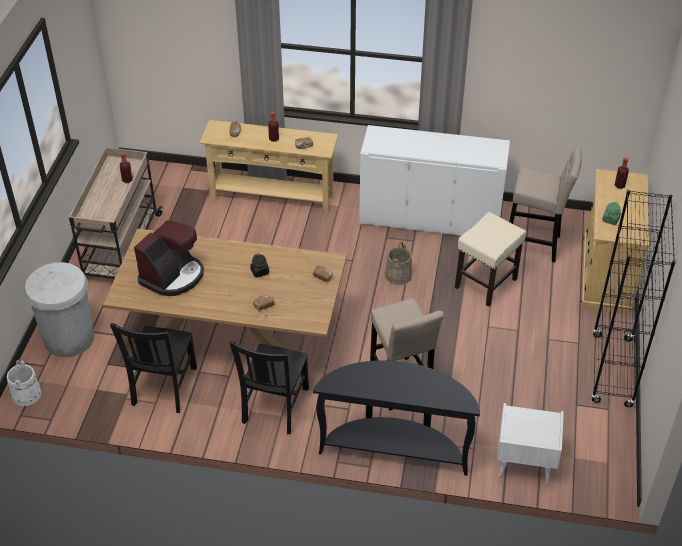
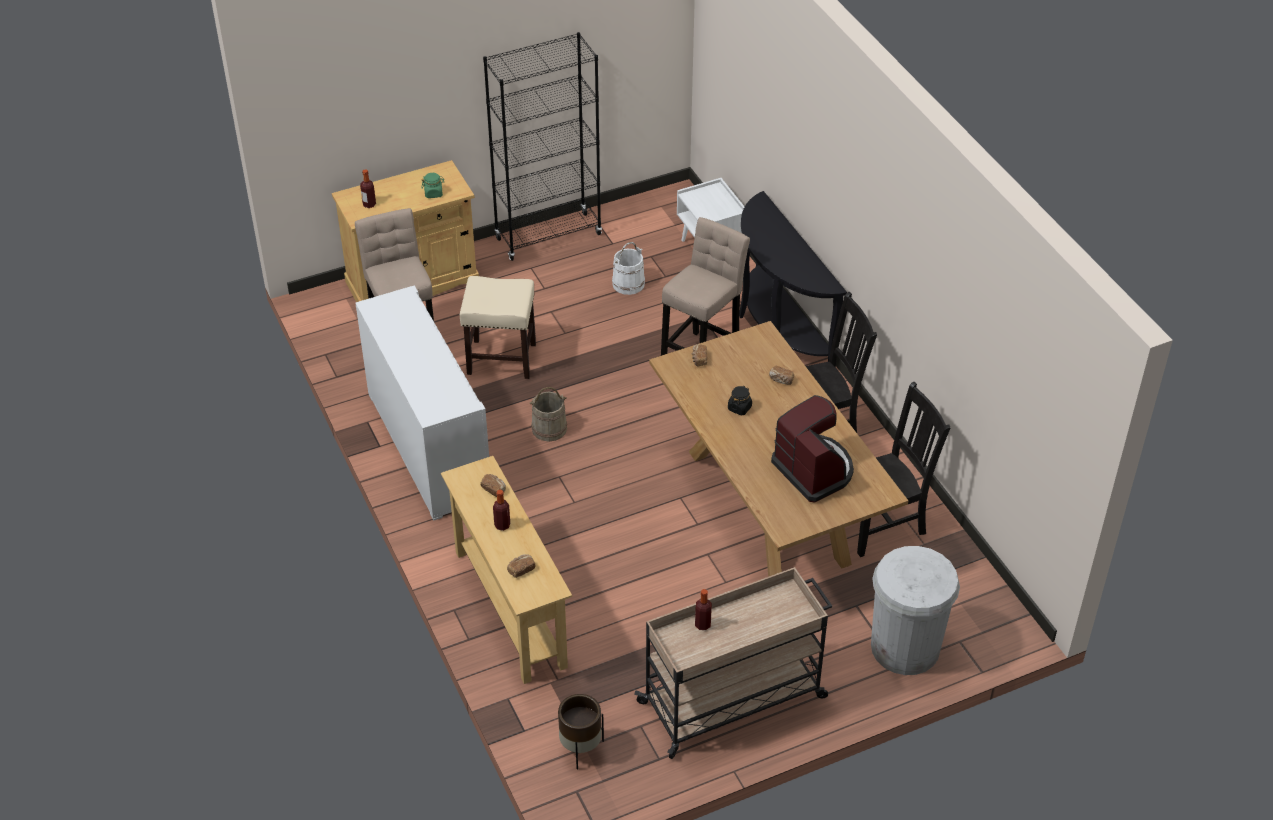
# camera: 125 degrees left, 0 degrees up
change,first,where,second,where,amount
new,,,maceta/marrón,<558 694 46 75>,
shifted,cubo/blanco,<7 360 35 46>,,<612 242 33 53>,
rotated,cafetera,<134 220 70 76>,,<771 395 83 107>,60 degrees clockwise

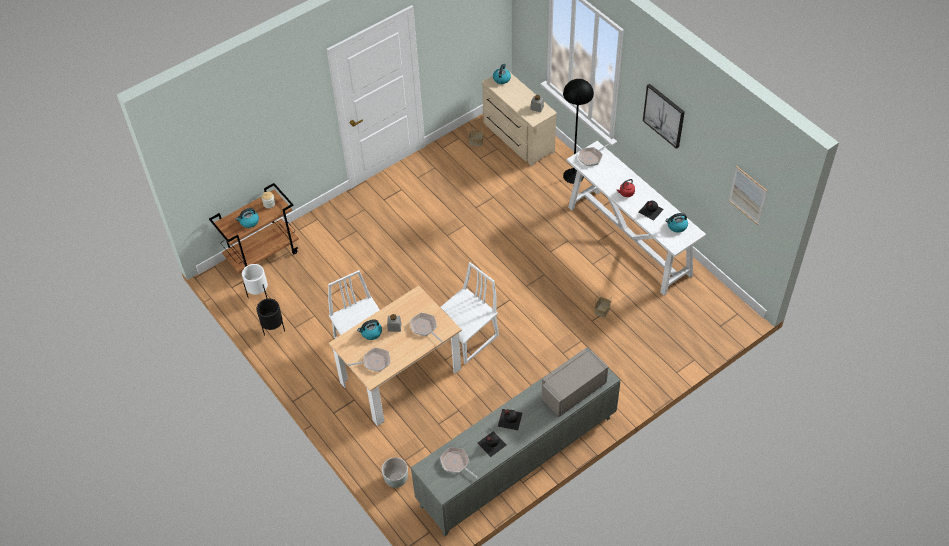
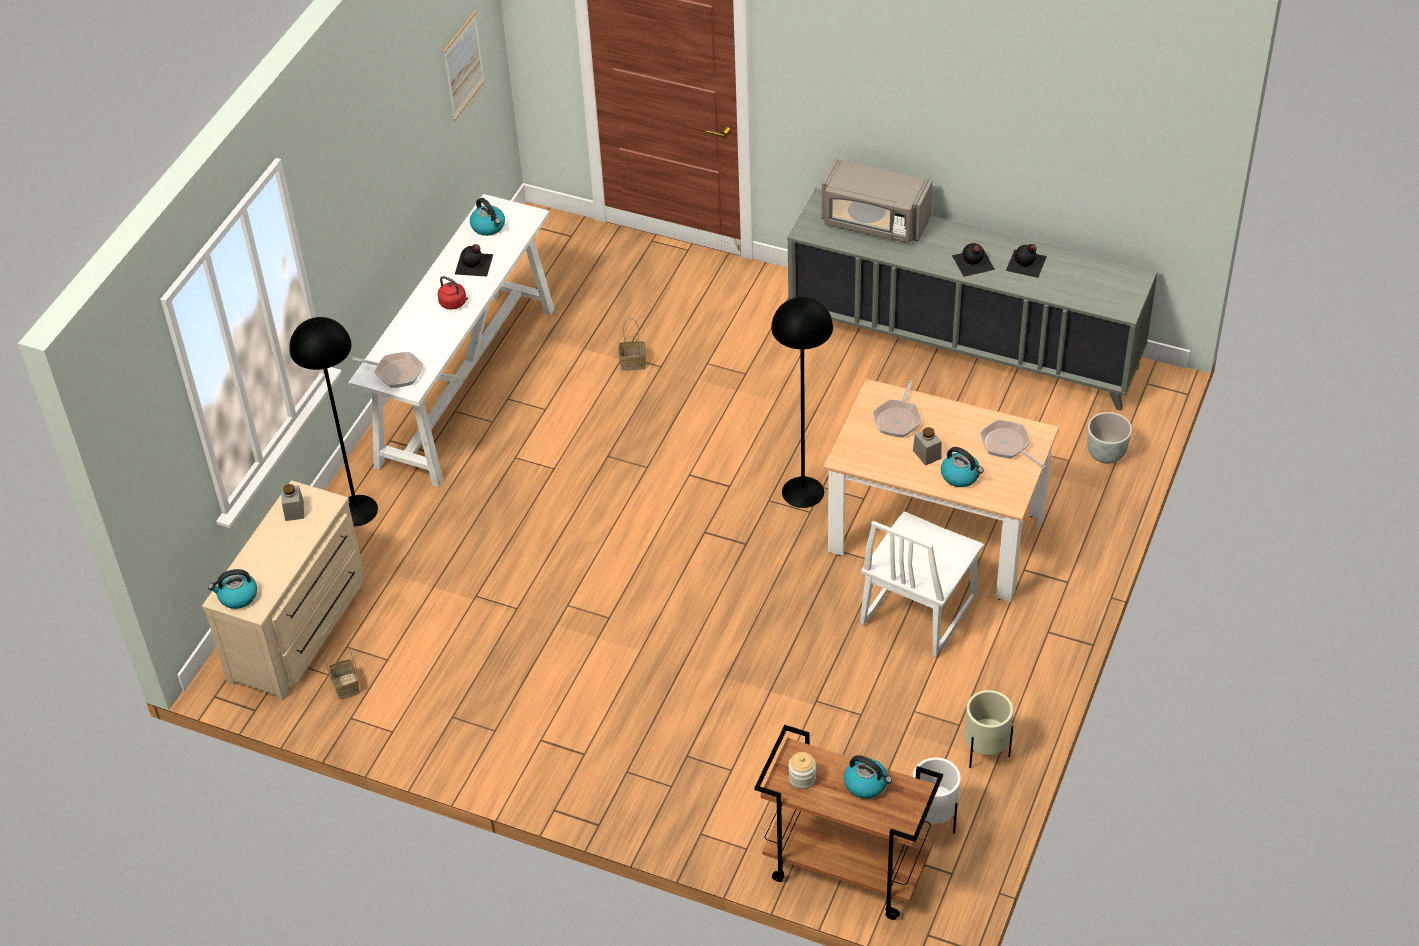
# camera: 120 degrees left, 5 degrees down
change,first,where,second,where,amount
gone,sartén,<440 447 39 32>,,,
gone,cuadro,<643 84 42 65>,,,
swapped,silla/blanco,<441 262 58 102>,lámpara de pie/negro,<771 297 62 211>,
repainted,maceta/negro,<256 299 29 37>,maceta/beis,<964 690 49 78>,

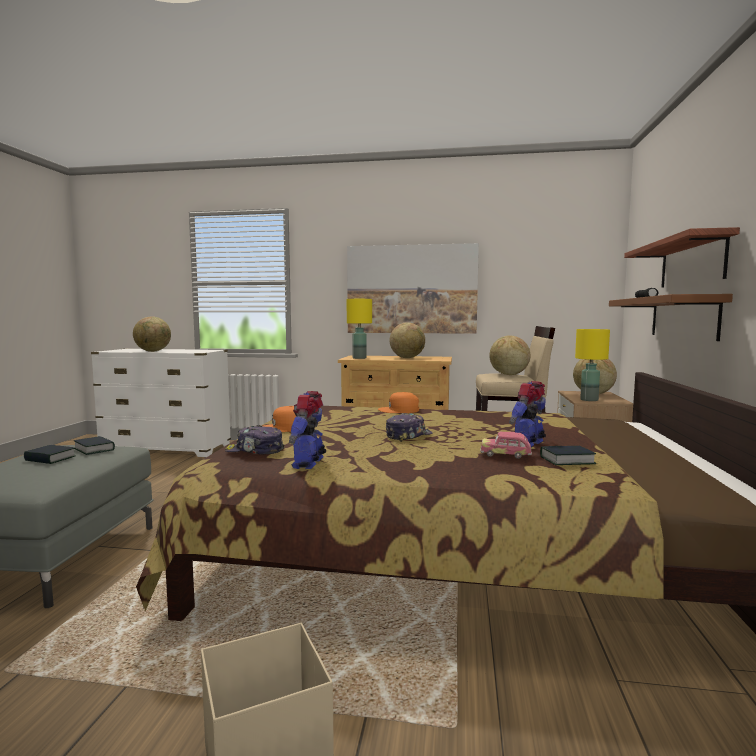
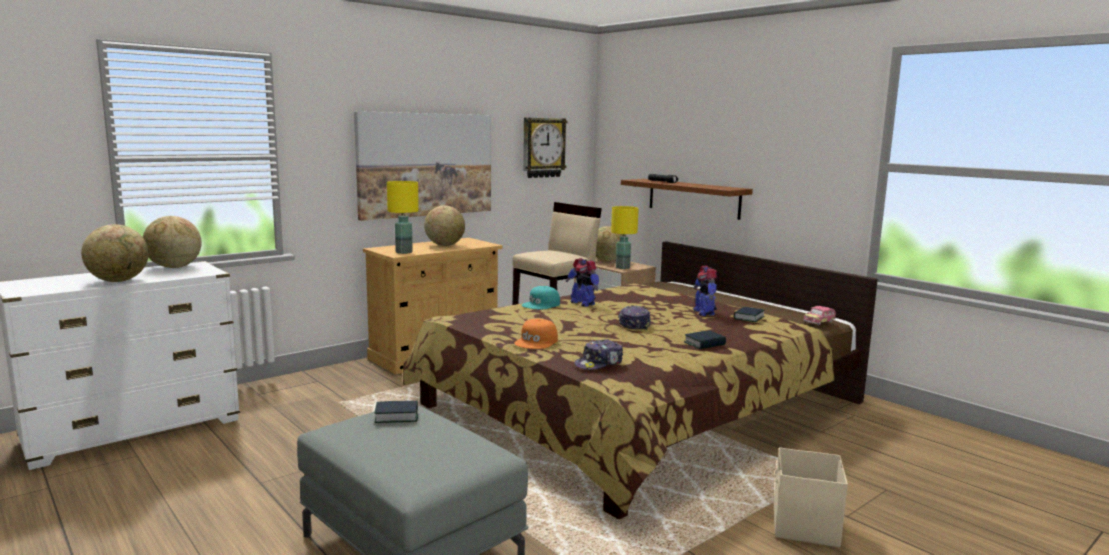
# camera: 50 degrees left, 5 degrees up
change,first,where,second,where,amount
gone,estante,<624 227 116 61>,,,
new,,,reloj de pared,<523 118 45 60>,
shifted,libro,<24 445 51 19>,,<684 330 42 19>,
shifted,robot de juguete,<289 391 37 78>,,<566 258 33 49>,
shifted,coche de juguete,<480 432 52 27>,,<803 306 33 20>,
shifted,globo terráqueo,<489 335 41 40>,,<143 216 59 52>,
repainted,gorra/naranja,<378 392 41 21>,gorra/turquesa,<522 286 38 23>,

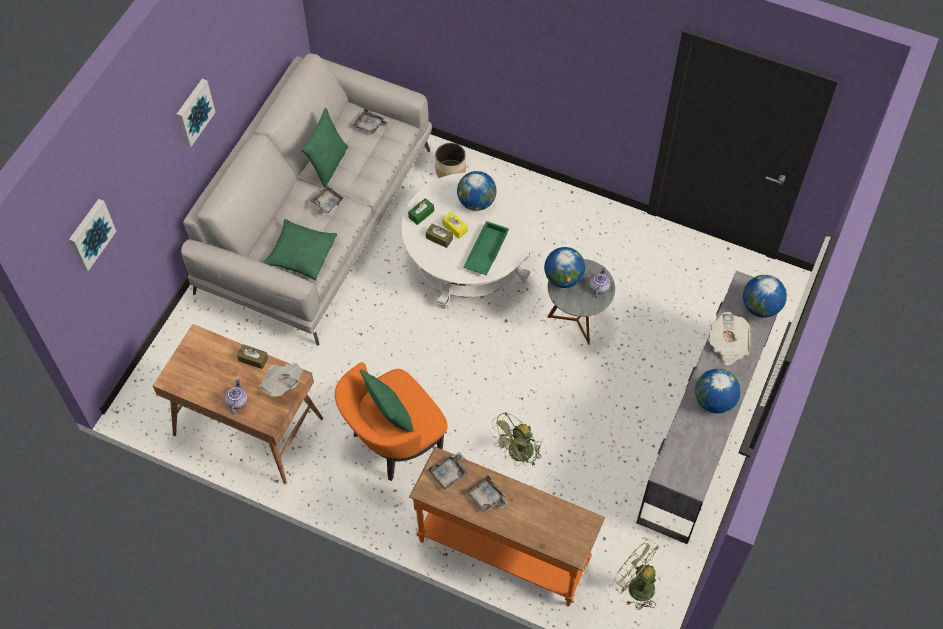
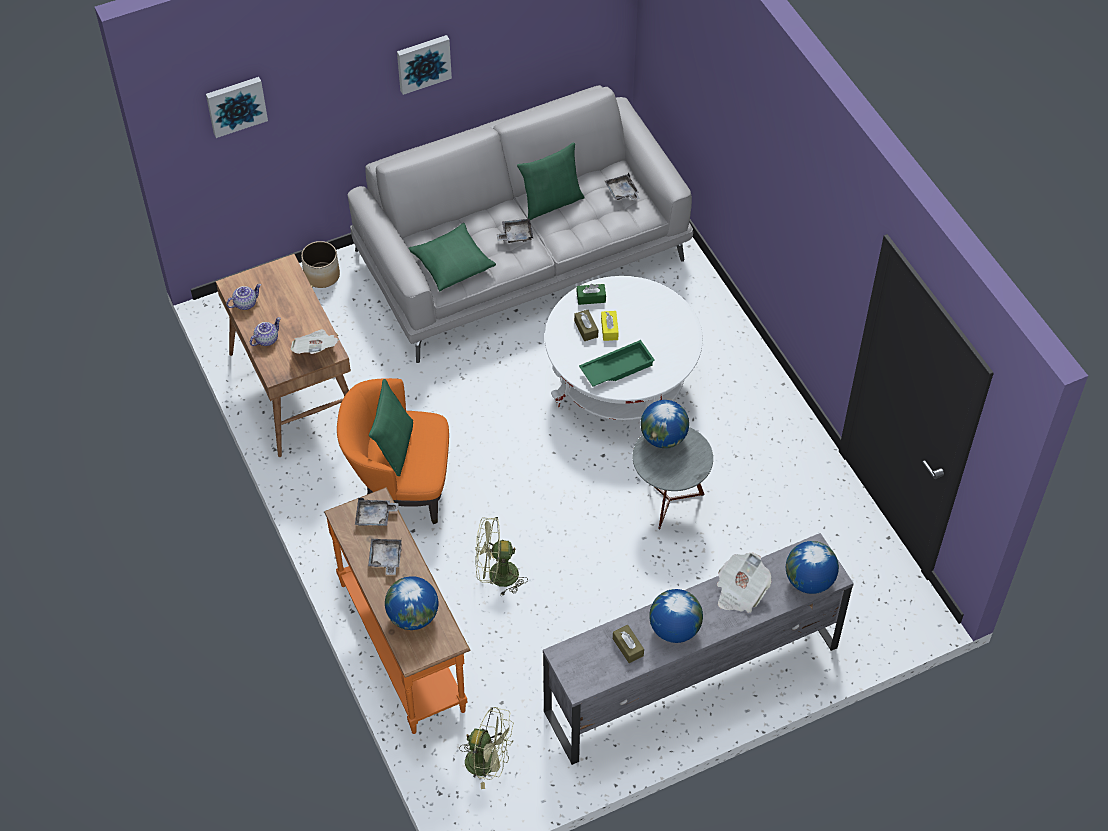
# camera: 40 degrees right, 5 degrees down
change,first,where,second,where,amount
shifted,caja de pañuelos/marrón,<237 344 31 25>,,<613 625 31 38>,
shifted,maceta,<435 143 31 35>,,<301 241 39 47>,
shifted,globo terráqueo,<457 171 39 40>,,<385 576 53 54>,
shifted,tetera,<589 266 21 32>,,<226 284 35 26>,
rotated,ventilador/verde,<612 539 47 71>,,<459 707 55 82>,120 degrees clockwise

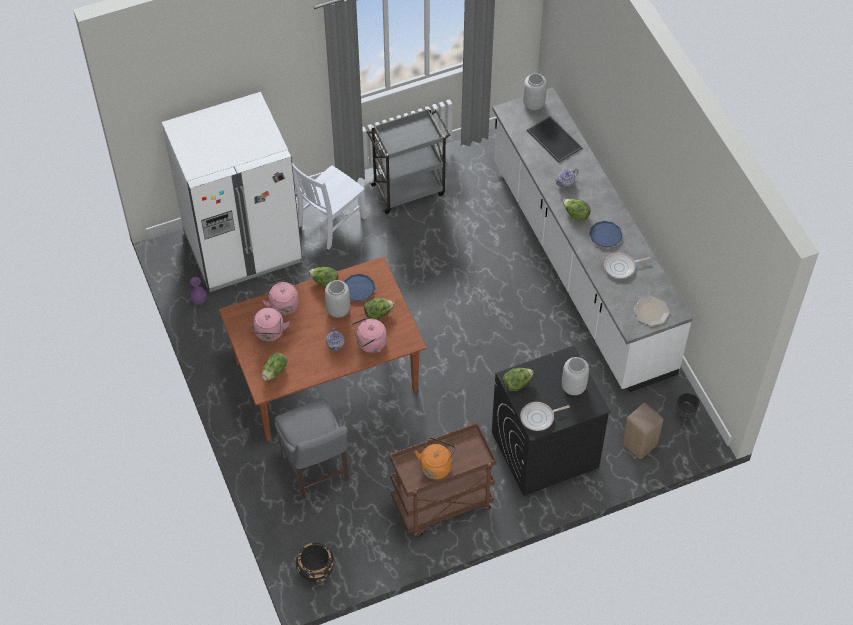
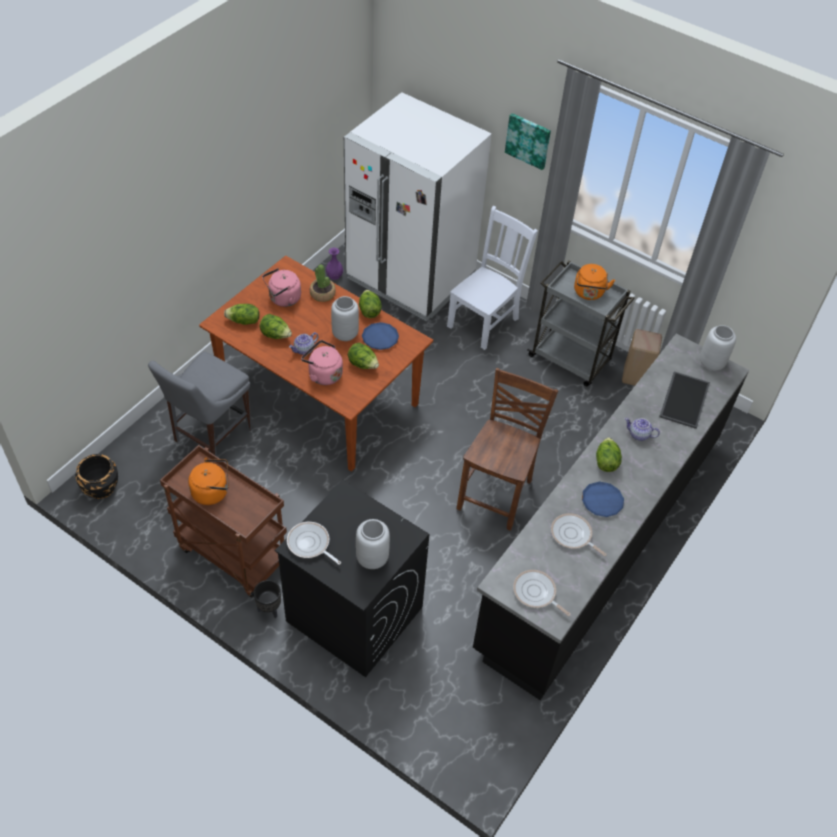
# camera: 55 degrees right, 5 degrees down
change,first,where,second,where,amount
new,,,silla/marrón,<457 368 101 163>,
new,,,cuadro,<505 113 46 57>,
new,,,hervidor/naranja,<574 264 41 36>,
shifted,lechuga,<503 368 31 23>,,<260 314 32 25>,
shifted,taburete/beis,<622 403 42 56>,,<622 329 40 57>,
shifted,maceta/negro,<676 393 23 32>,,<254 580 27 38>,
swapped,hervidor/rosa,<262 277 37 39>,planta en maceta,<310 265 26 37>,
swapped,plato,<634 296 36 30>,sartén,<513 570 58 46>,
repainted,mueble bajo de cocina/blanco,<493 88 200 304>,mueble bajo de cocina/negro,<473 333 276 367>,
rotated,silla/blanco,<292 163 74 86>,,<447 206 91 144>,120 degrees clockwise

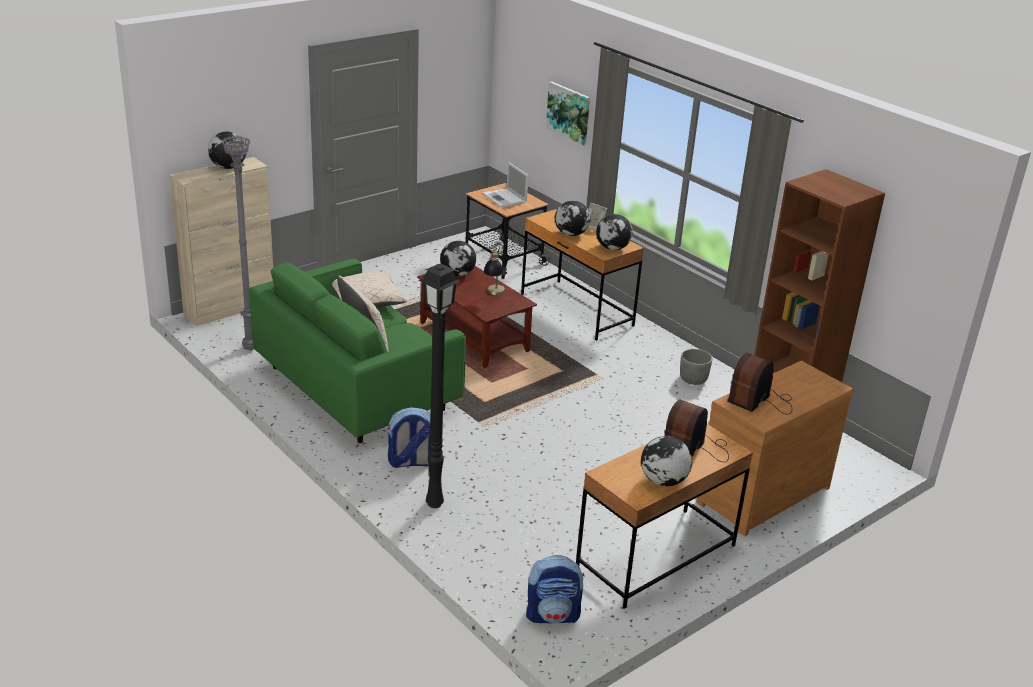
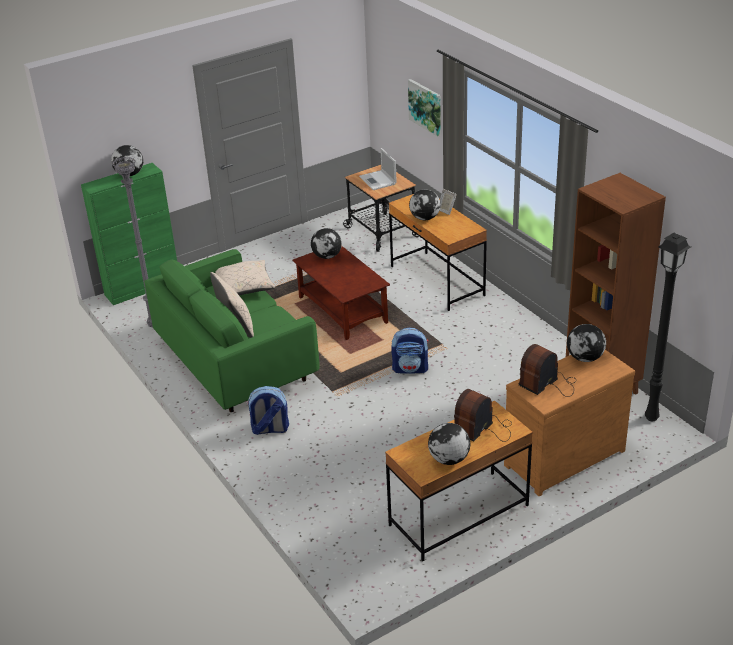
# camera: 10 degrees right, 5 degrees up
change,first,where,second,where,amount
gone,lámpara de mesa,<484 248 22 47>,,,
gone,maceta/gris,<680 349 32 36>,,,
shifted,lámpara de pie/negro,<419 263 42 245>,,<645 233 46 188>,
shifted,mochila,<526 555 58 69>,,<391 327 38 47>,
shifted,globo terráqueo,<596 214 37 36>,,<567 324 39 38>,
repainted,armario/beis,<170 157 103 169>,armario/verde,<81 163 96 142>,

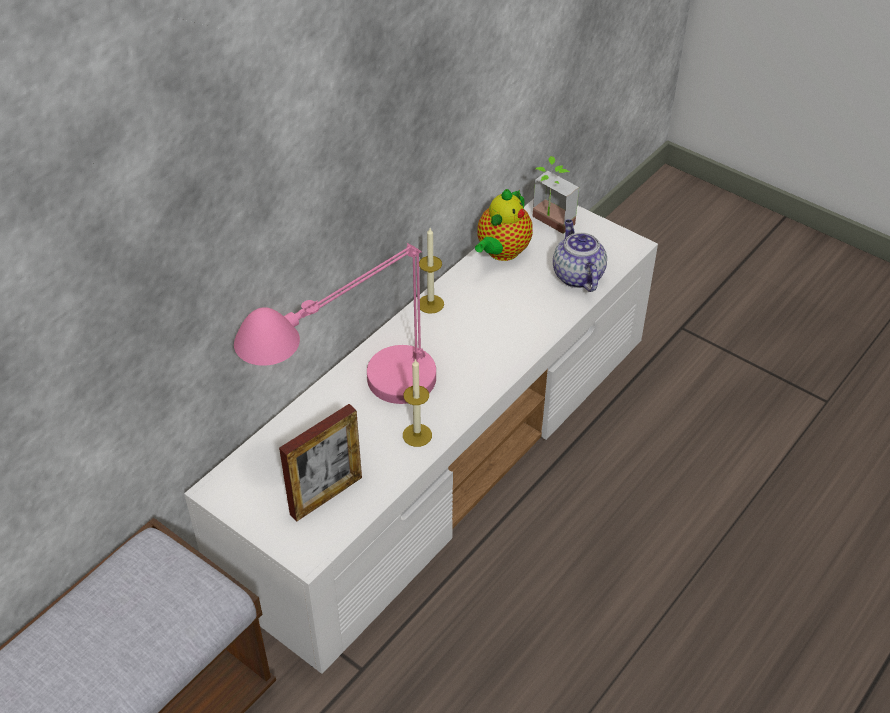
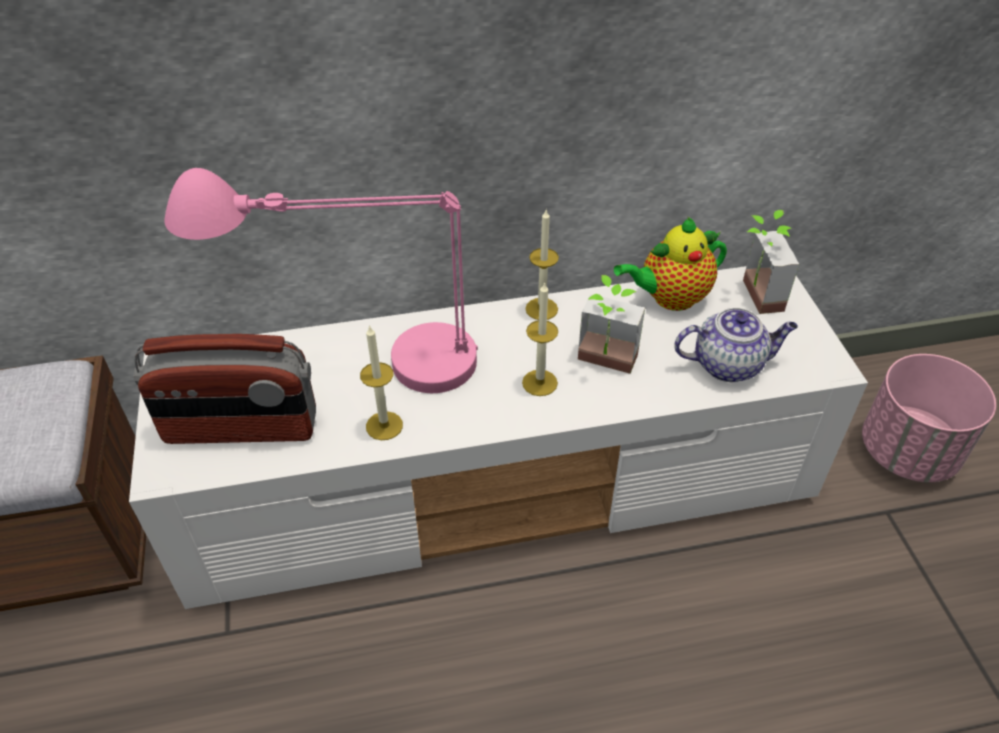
# camera: 40 degrees right, 0 degrees up
change,first,where,second,where,amount
new,,,vela,<522 282 36 114>,
new,,,planta en maceta,<578 275 67 99>,
new,,,maceta/rosa,<862 354 134 128>,
swapped,portarretratos,<279 404 83 118>,radio,<134 334 182 110>,
rotated,tetera,<553 220 54 72>,,<675 308 123 74>,60 degrees clockwise

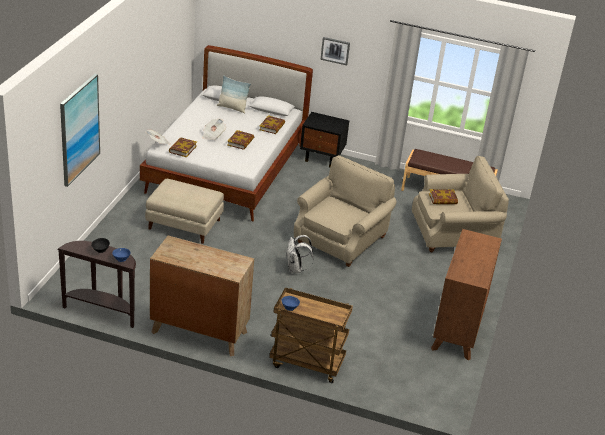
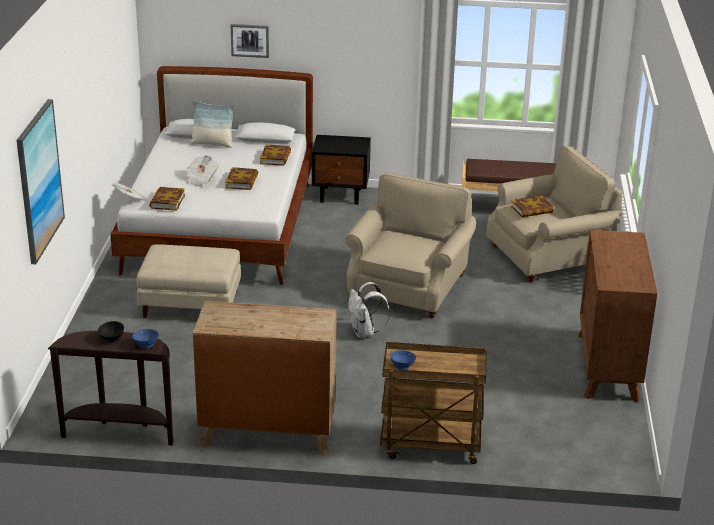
# camera: 10 degrees left, 5 degrees down
change,first,where,second,where,amount
shifted,cuadro,<320 37 30 28>,,<231 24 38 34>,

